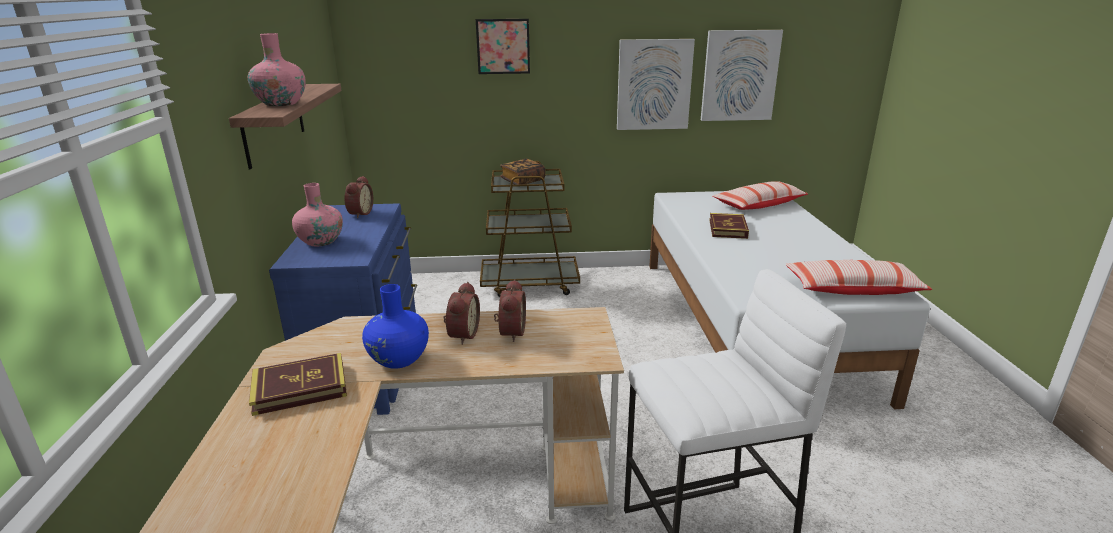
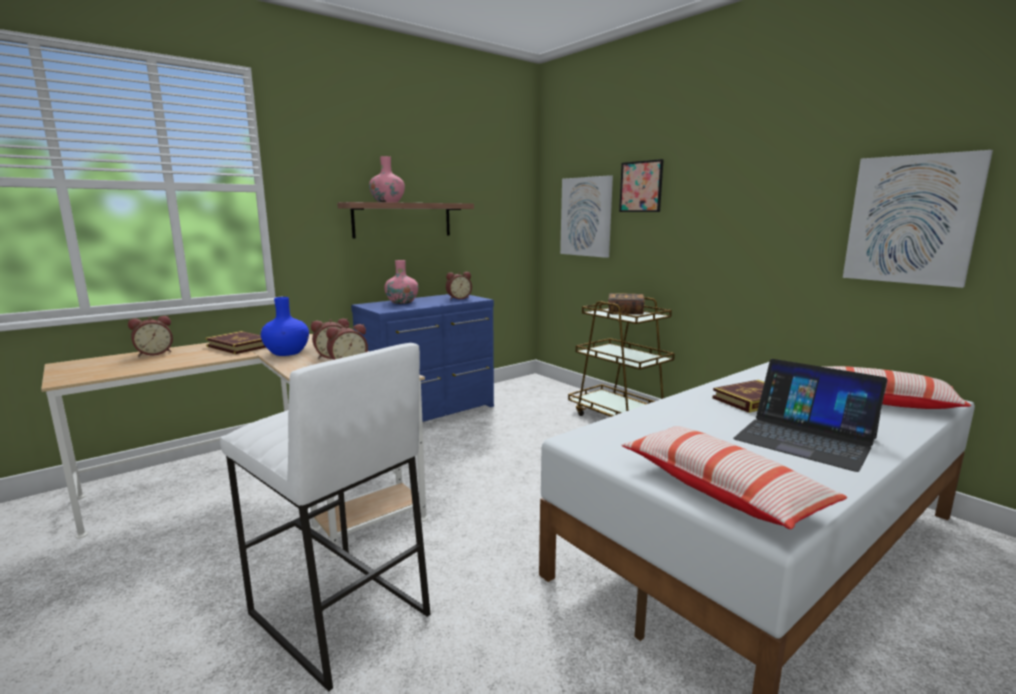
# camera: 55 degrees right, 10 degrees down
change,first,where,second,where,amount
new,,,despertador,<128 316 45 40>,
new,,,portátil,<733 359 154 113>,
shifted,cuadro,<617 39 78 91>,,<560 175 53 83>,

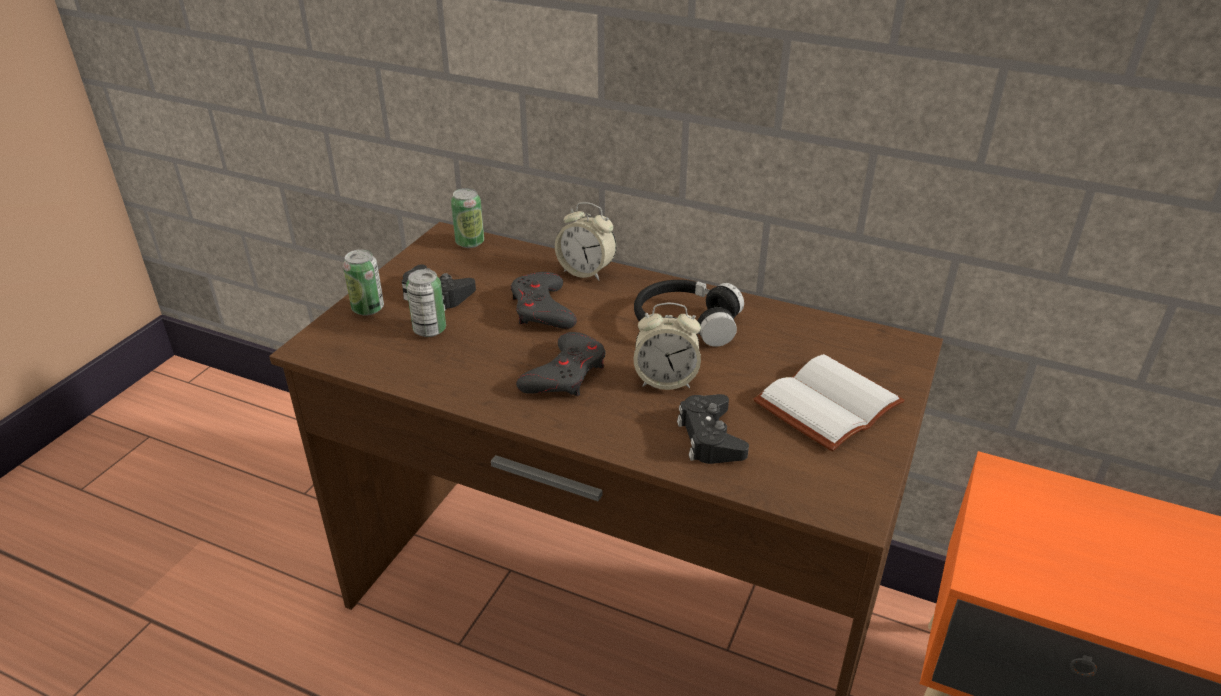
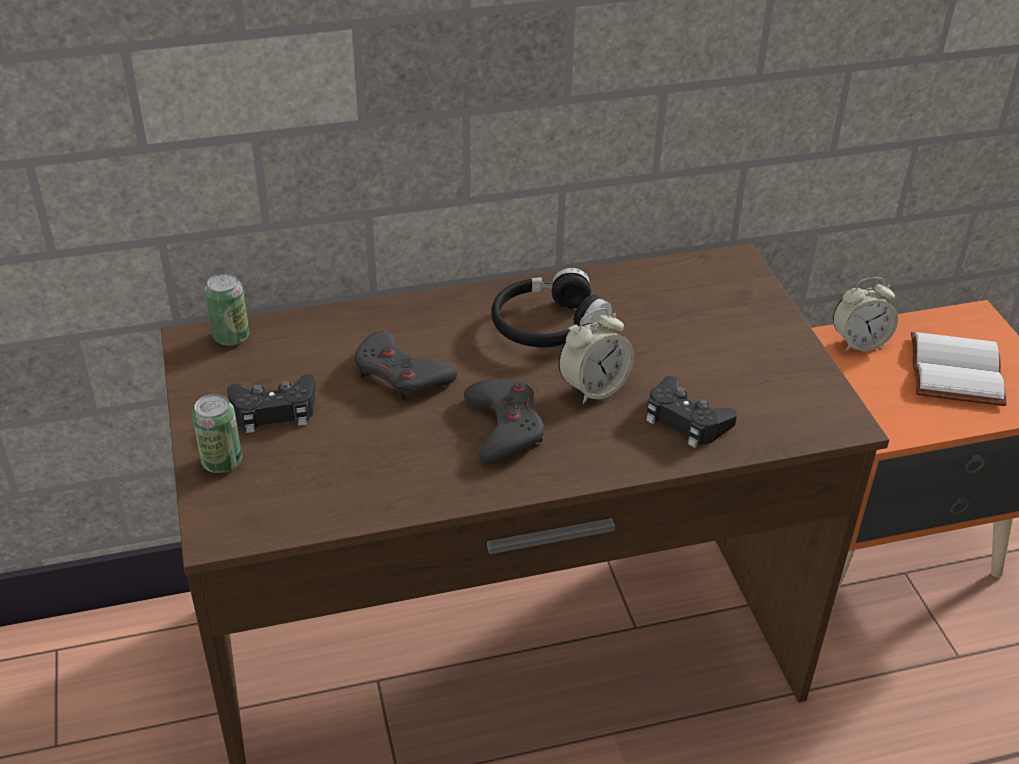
# camera: 40 degrees left, 5 degrees up
change,first,where,second,where,amount
gone,lata,<406 269 40 68>,,,
shifted,despertador,<555 202 61 79>,,<833 277 65 75>,
shifted,libro/blanco,<754 354 151 97>,,<911 332 96 74>,

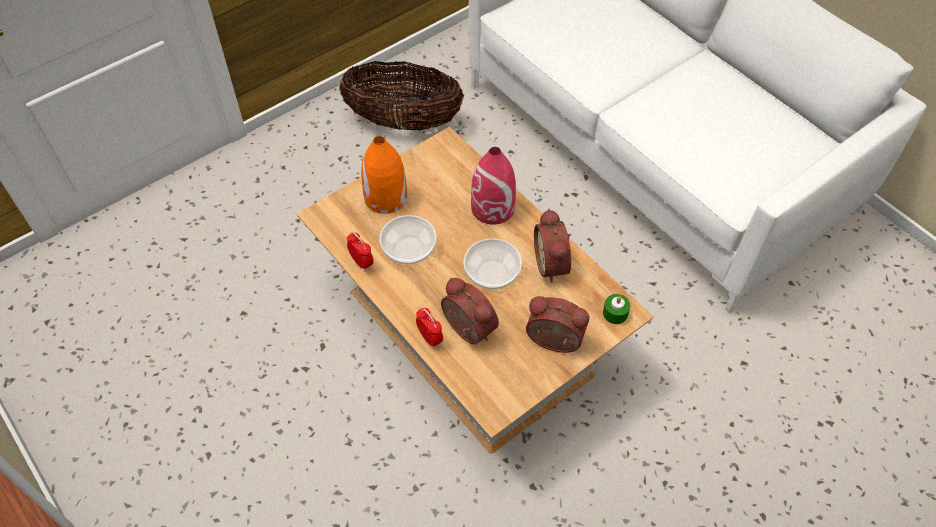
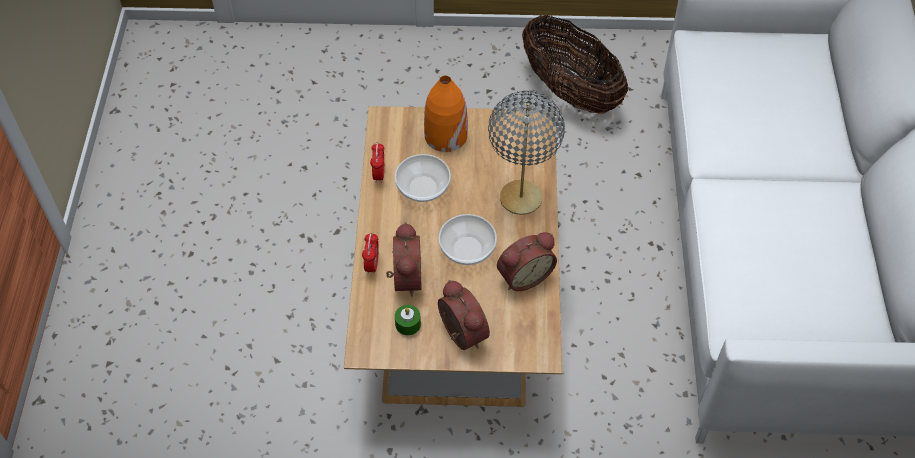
# camera: 40 degrees right, 0 degrees up
change,first,where,second,where,amount
shifted,vela/verde,<603 294 27 30>,,<395 305 26 30>,
swapped,florero/rojo,<471 147 45 78>,lámpara de mesa/gris,<488 90 77 125>,
rotated,despertador,<534 209 37 74>,,<497 232 60 59>,150 degrees counterclockwise

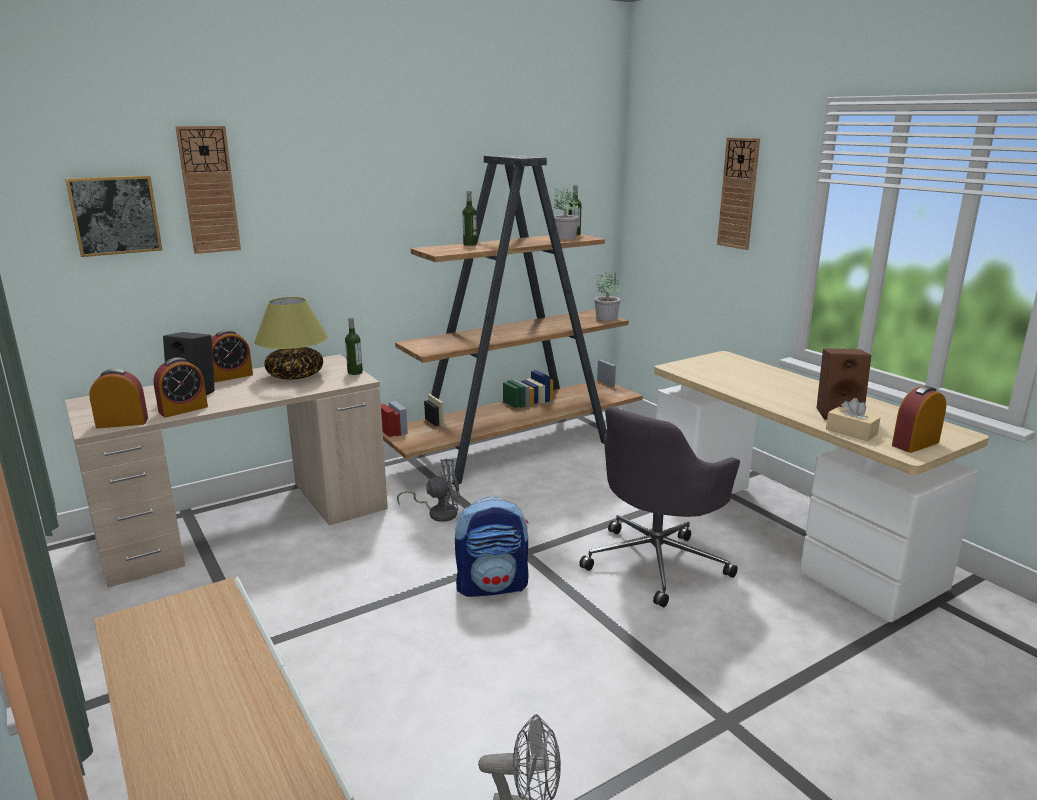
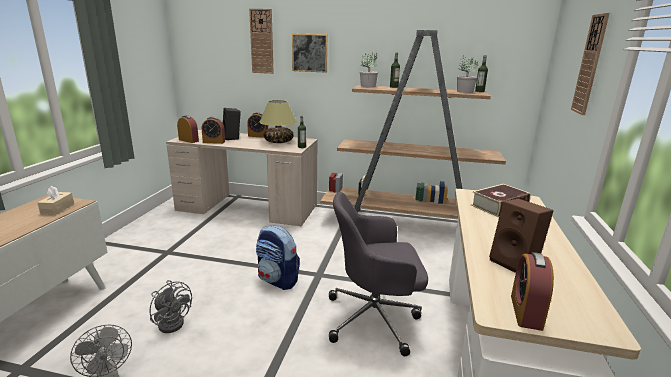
# camera: 45 degrees right, 0 degrees up
change,first,where,second,where,amount
new,,,libro,<471 184 60 33>,
shifted,cuadro,<65 175 97 82>,,<292 33 36 40>,
shifted,ventilador/gris,<397 459 63 63>,,<149 280 43 53>,
shifted,planta en maceta,<595 272 25 49>,,<360 53 18 34>,
shifted,caja de pañuelos/beis,<826 398 54 43>,,<38 186 36 29>,
rotated,despertador,<892 386 54 67>,,<511 252 43 79>,90 degrees counterclockwise

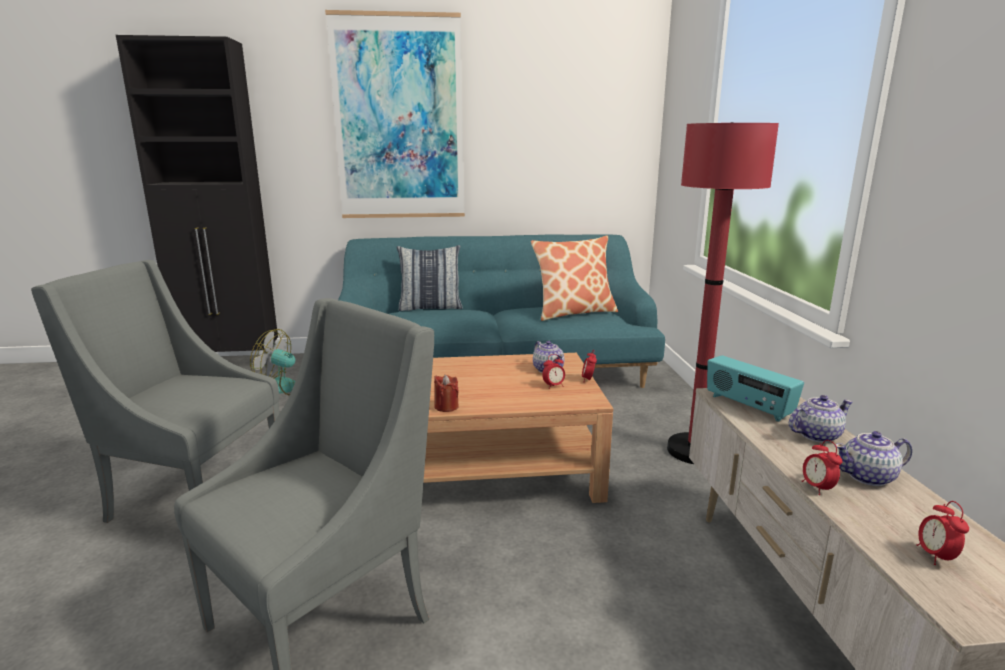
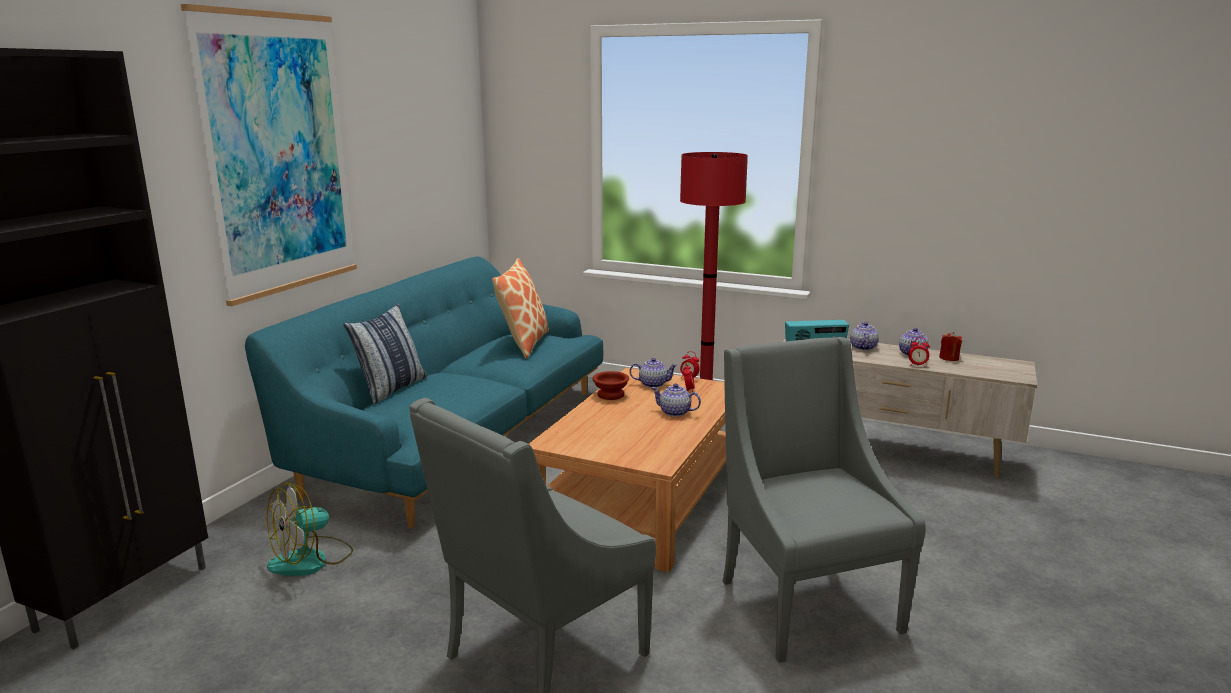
# camera: 60 degrees left, 0 degrees up
change,first,where,second,where,amount
gone,despertador,<917 501 52 64>,,,
new,,,cuenco/marrón,<592 371 37 29>,
new,,,tetera,<651 384 50 33>,
shifted,vela/rojo,<434 375 25 37>,,<939 332 23 29>,

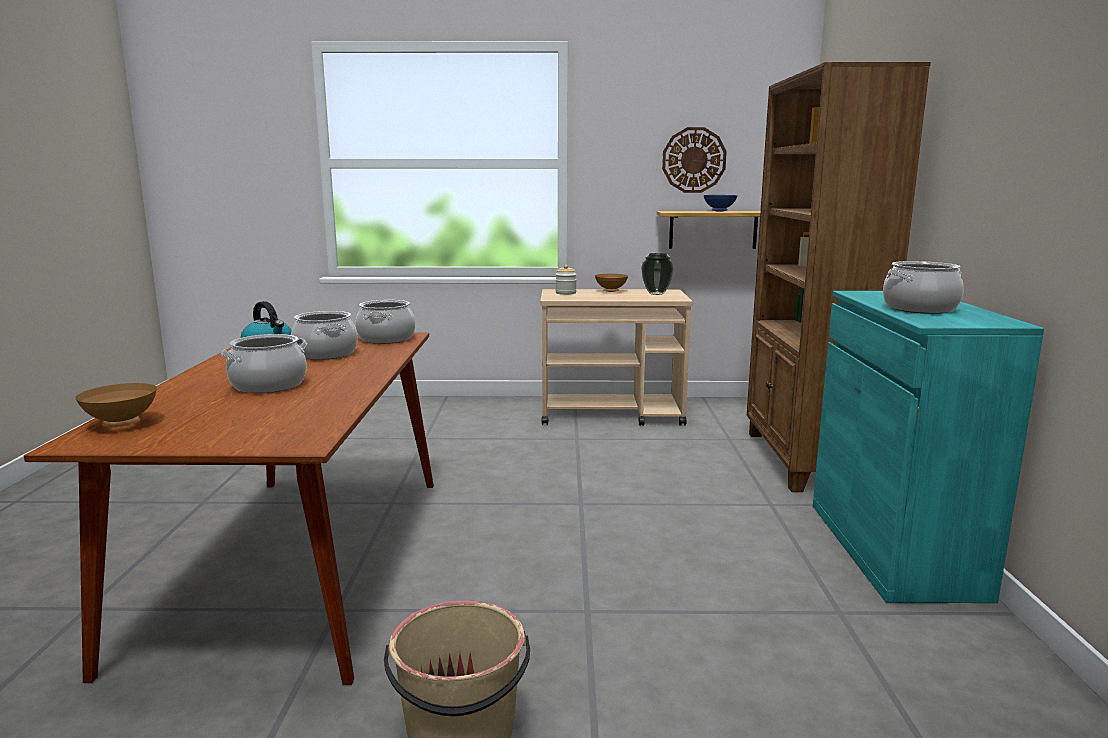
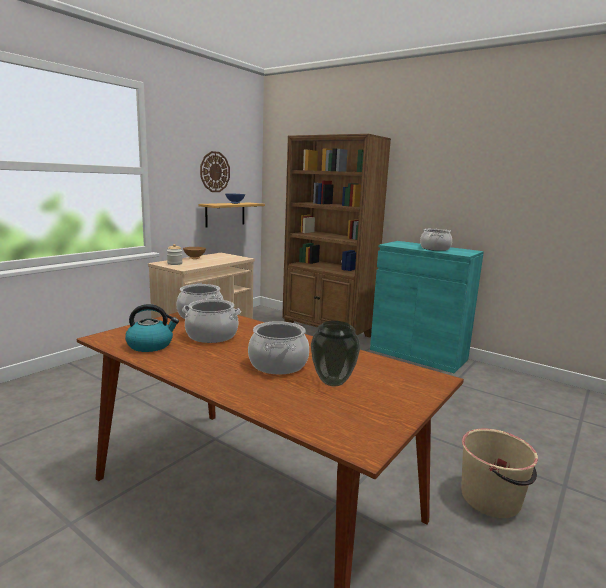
# camera: 55 degrees left, 0 degrees up
change,first,where,second,where,amount
gone,cuenco/marrón,<75 383 82 44>,,,
shifted,florero,<641 253 33 42>,,<311 321 49 65>,

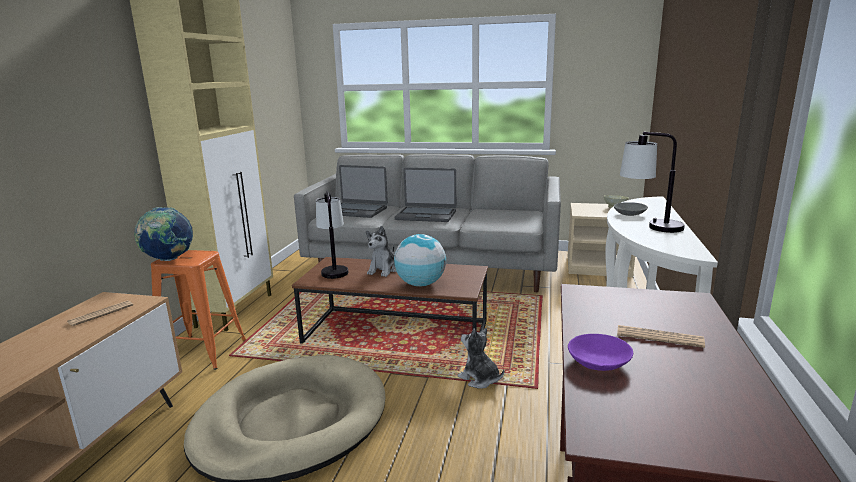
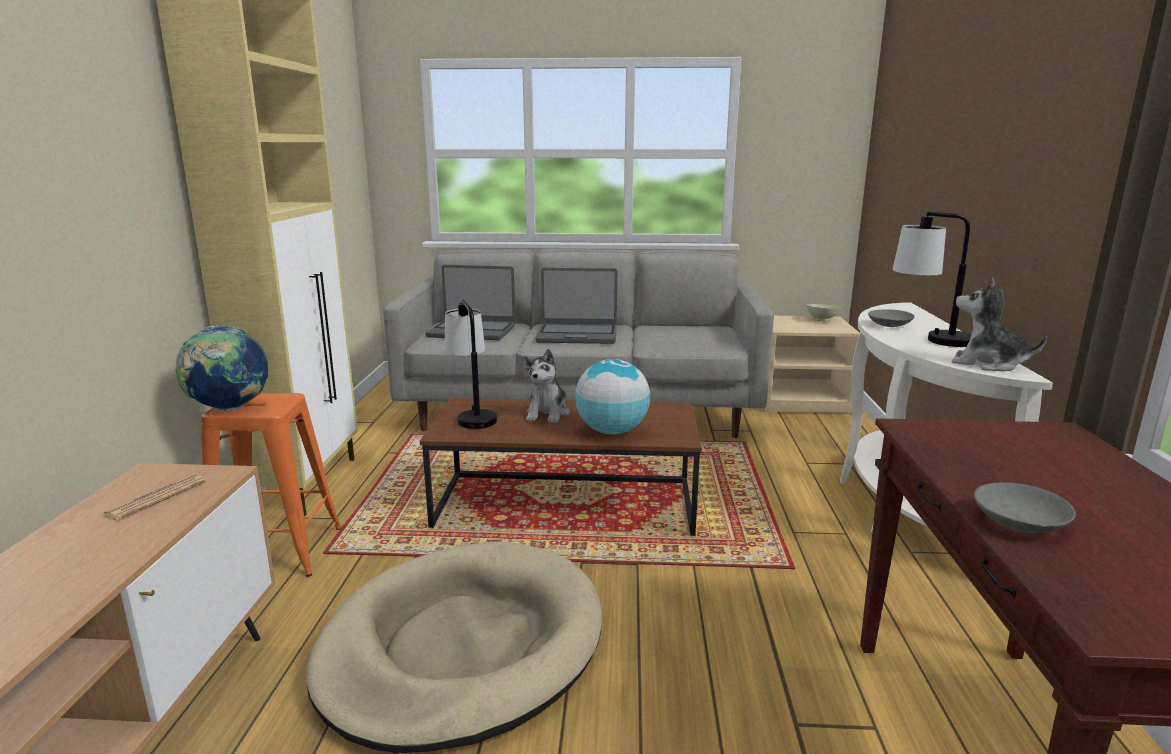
# camera: 10 degrees left, 0 degrees up
change,first,where,second,where,amount
gone,periódico,<617 325 88 23>,,,
shifted,peluche,<457 328 47 61>,,<952 278 95 93>,
repainted,cuenco/morado,<568 334 65 37>,cuenco/gris,<974 482 102 51>,

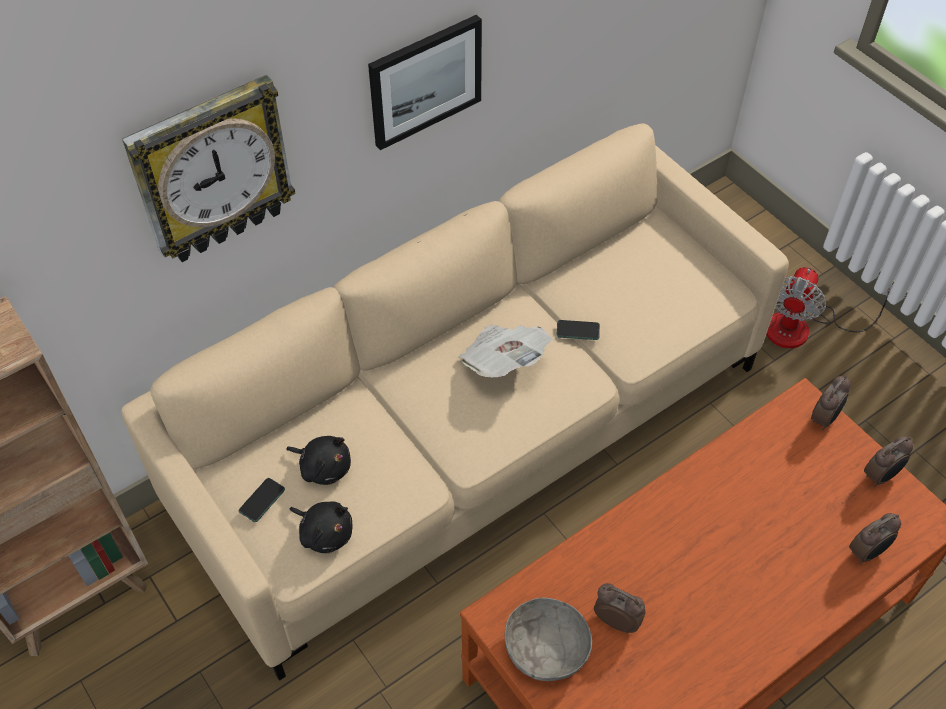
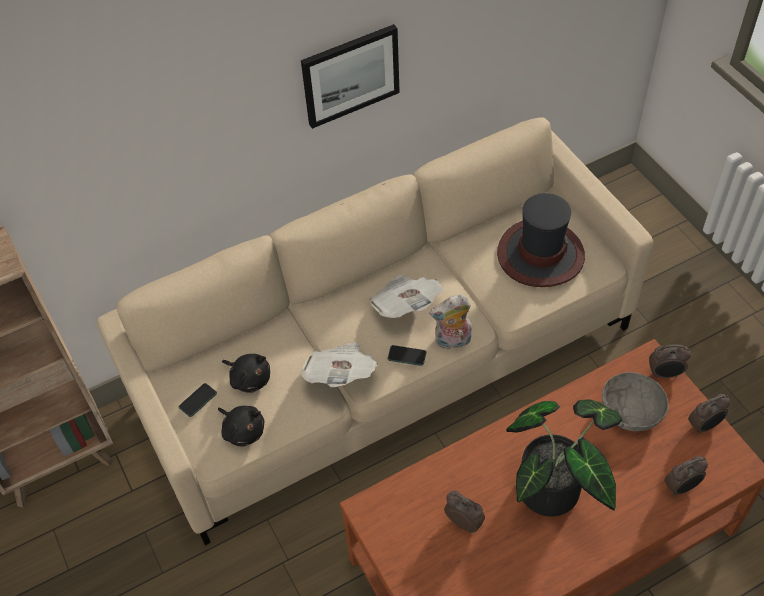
# camera: 10 degrees right, 0 degrees up
change,first,where,second,where,amount
gone,reloj de pared,<122 75 173 187>,,,
gone,ventilador,<766 267 127 81>,,,
new,,,periódico,<300 342 78 45>,
new,,,peluche,<429 295 43 55>,
new,,,sombrero,<497 193 88 94>,
new,,,planta en maceta,<506 399 116 118>,
shifted,cuenco/gris,<504 597 88 84>,,<602 372 67 59>,
shifted,móvil,<557 320 43 20>,,<388 345 38 21>,
rotated,despertador,<811 376 40 55>,,<649 345 42 33>,45 degrees clockwise

